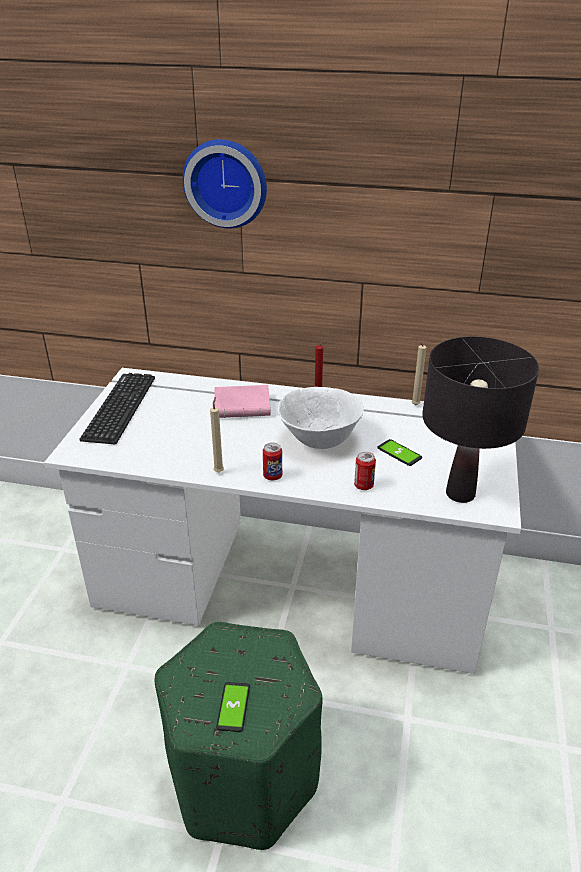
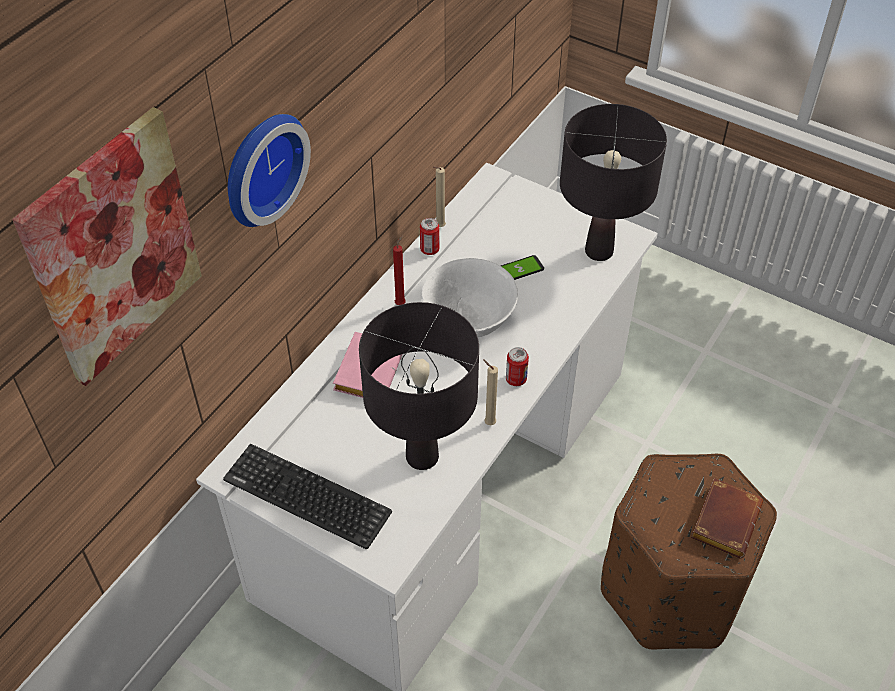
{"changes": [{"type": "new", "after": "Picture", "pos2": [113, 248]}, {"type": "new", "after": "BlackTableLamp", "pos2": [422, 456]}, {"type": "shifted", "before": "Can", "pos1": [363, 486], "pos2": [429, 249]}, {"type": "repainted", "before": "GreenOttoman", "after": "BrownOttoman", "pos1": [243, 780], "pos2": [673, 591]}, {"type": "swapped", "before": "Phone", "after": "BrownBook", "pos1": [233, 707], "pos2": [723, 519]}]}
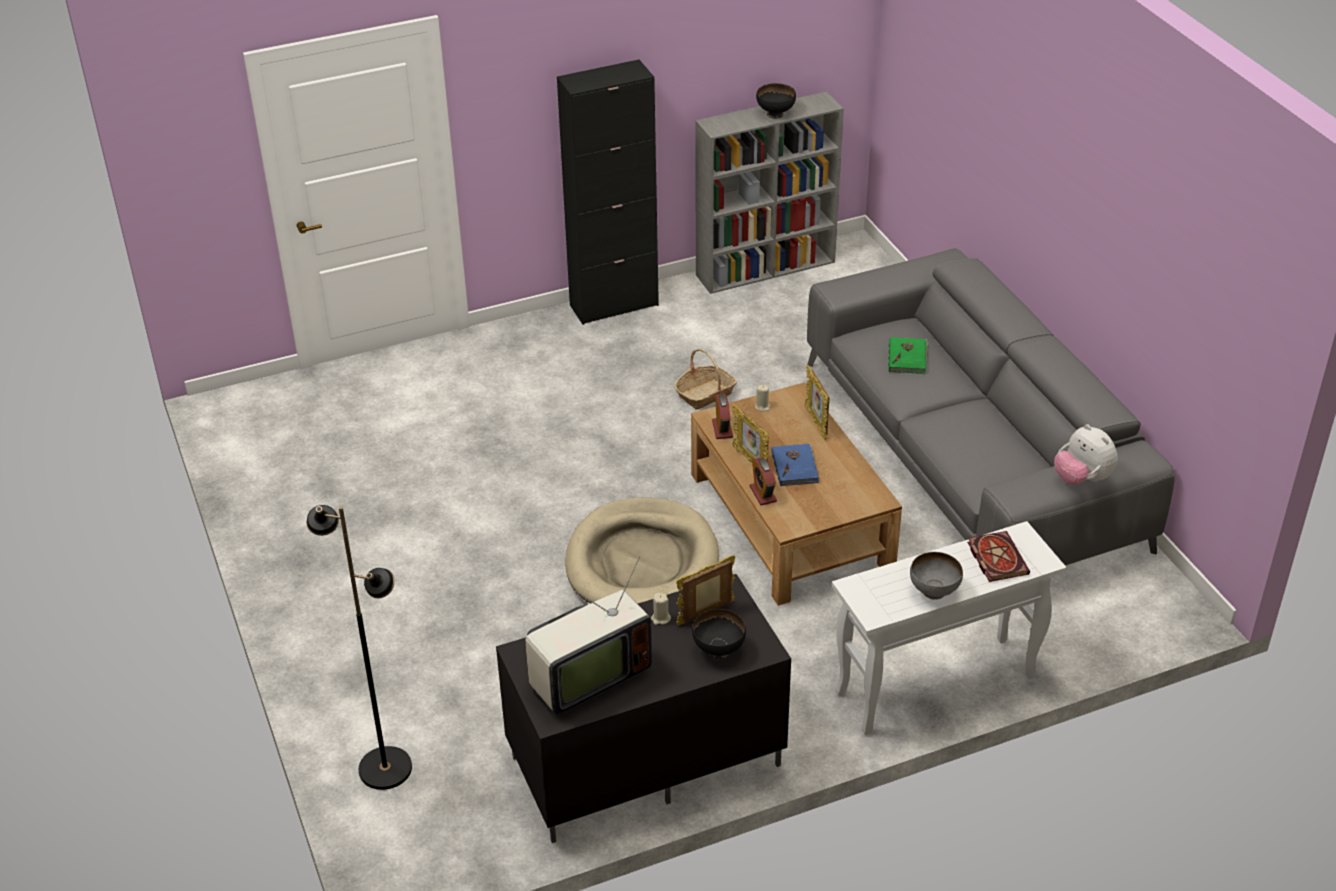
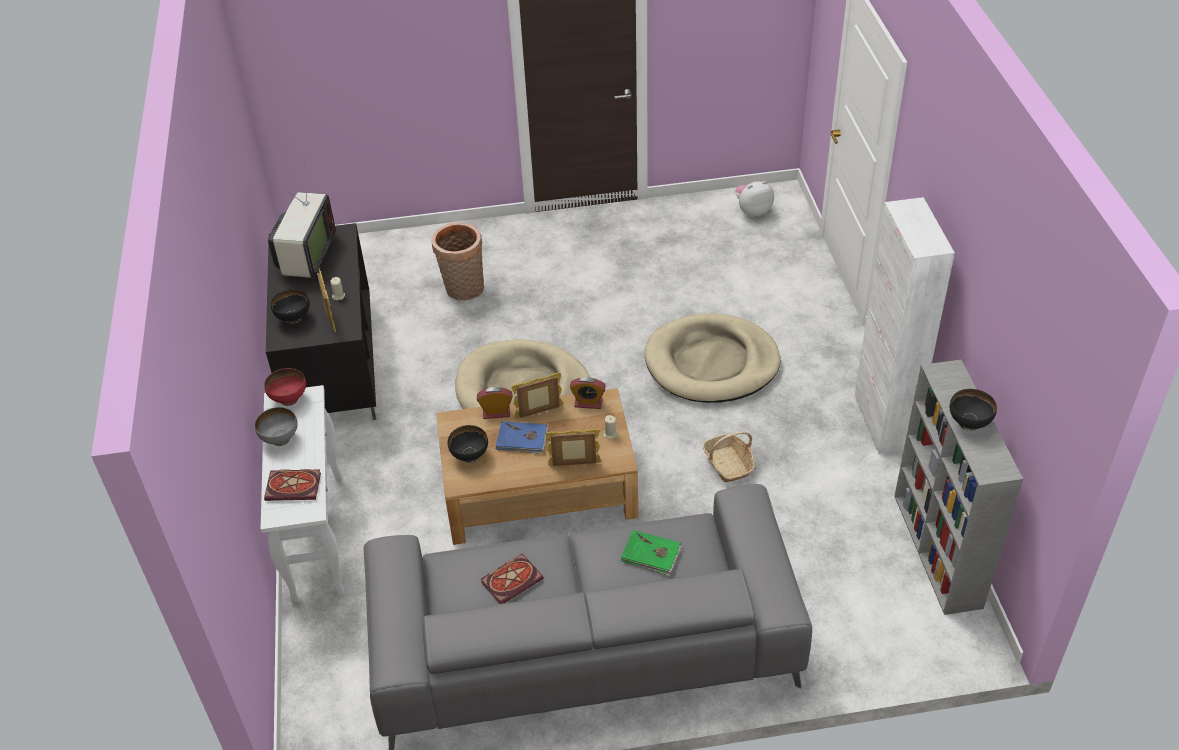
{"changes": [{"type": "new", "after": "RedBowl", "pos2": [289, 399]}, {"type": "rotated", "before": "Television", "pos1": [586, 677], "pos2": [306, 257], "turn": -150}, {"type": "new", "after": "Basket", "pos2": [463, 290]}, {"type": "new", "after": "BlackBowl", "pos2": [469, 456]}, {"type": "new", "after": "Book", "pos2": [512, 579]}, {"type": "new", "after": "BeigeDogBed", "pos2": [711, 363]}, {"type": "shifted", "before": "PlushToy", "pos1": [1082, 479], "pos2": [753, 211]}, {"type": "repainted", "before": "BlackCabinet", "after": "WhiteCabinet", "pos1": [614, 305], "pos2": [883, 422]}, {"type": "gone", "before": "BlackFloorLamp", "pos1": [385, 768]}]}
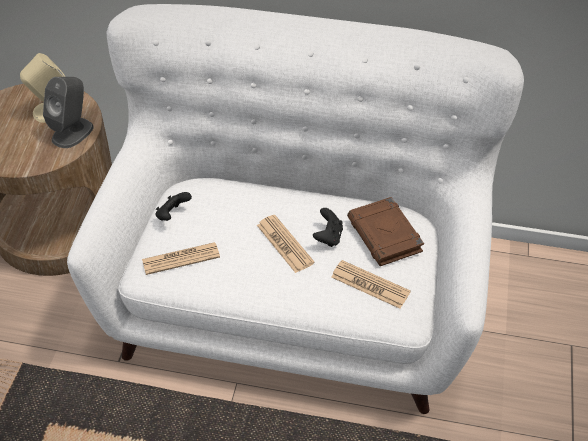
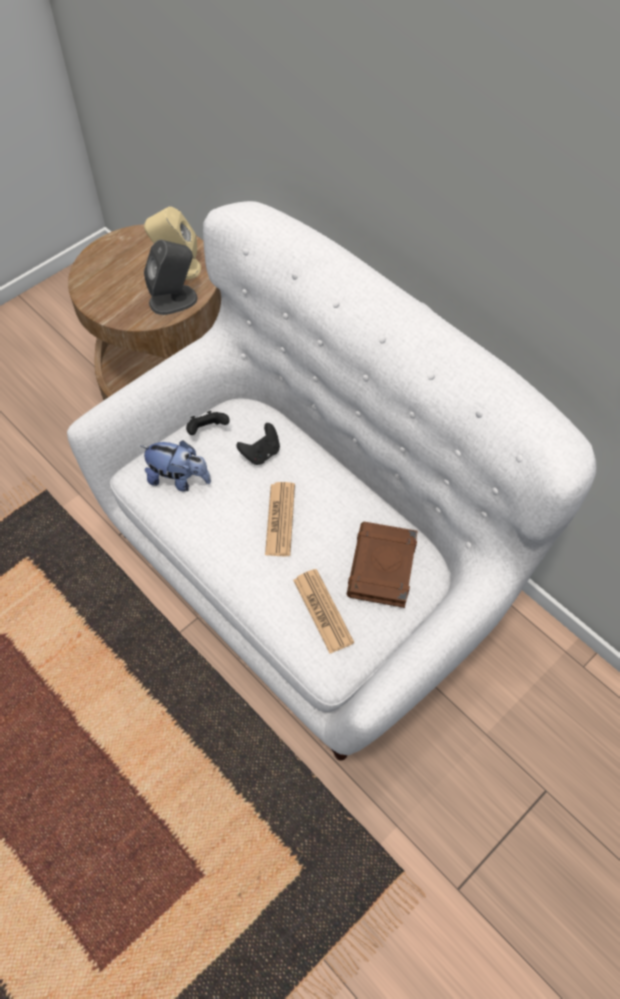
{"changes": [{"type": "swapped", "before": "Newspaper", "after": "PlushToy", "pos1": [181, 259], "pos2": [179, 479]}, {"type": "shifted", "before": "BlackGameController", "pos1": [328, 237], "pos2": [261, 453]}]}
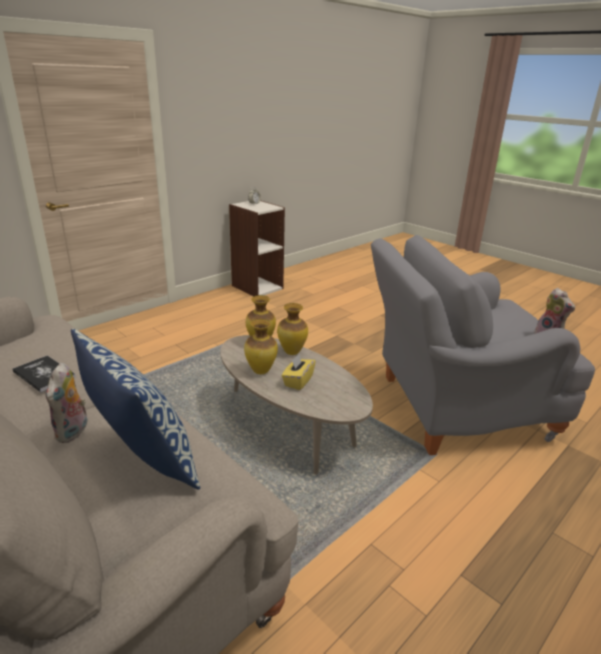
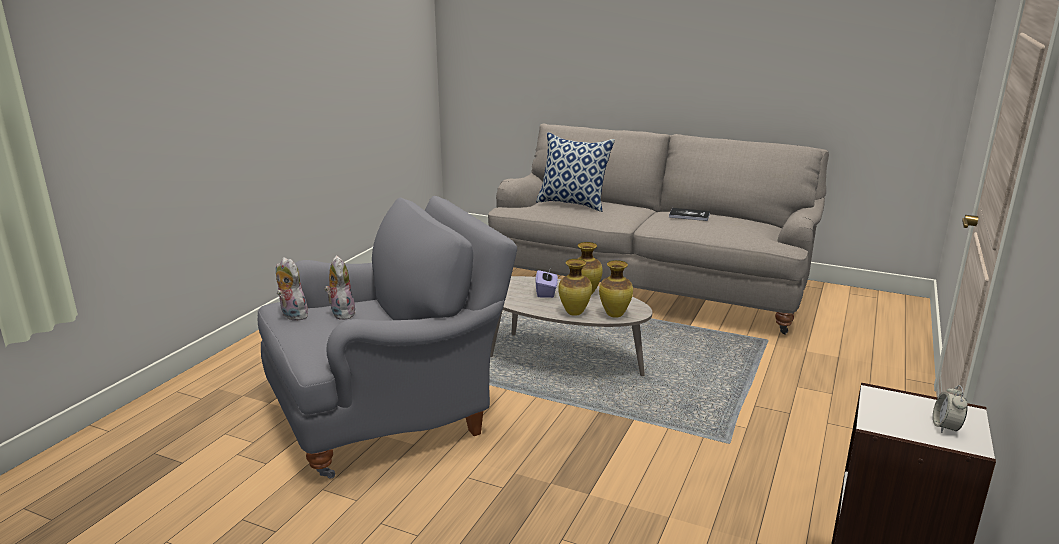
{"changes": [{"type": "shifted", "before": "PlushToy", "pos1": [73, 432], "pos2": [341, 313]}, {"type": "repainted", "before": "YellowTissueBox", "after": "PurpleTissueBox", "pos1": [298, 381], "pos2": [546, 292]}]}
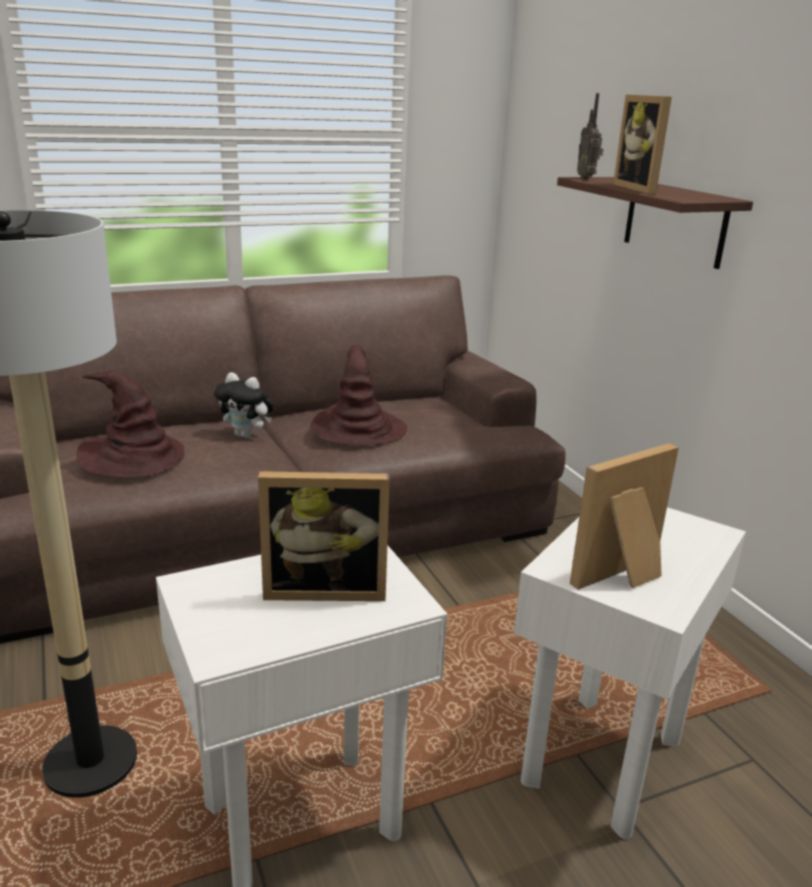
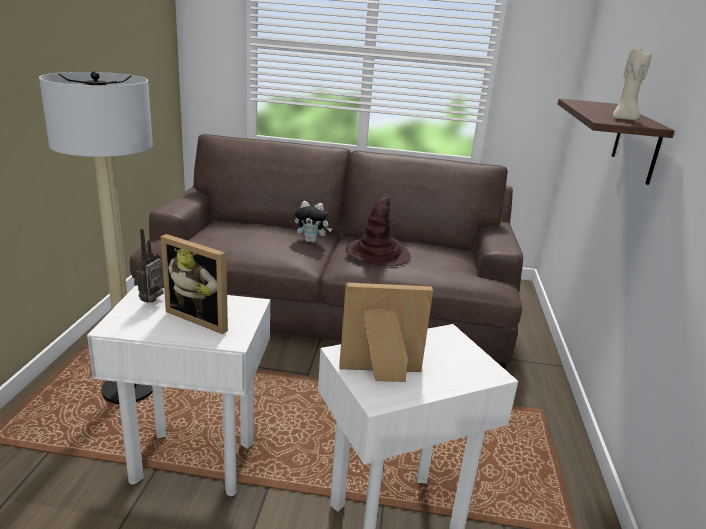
{"changes": [{"type": "shifted", "before": "Radio", "pos1": [587, 178], "pos2": [155, 300]}, {"type": "rotated", "before": "PlushToy", "pos1": [247, 435], "pos2": [312, 241], "turn": -45}, {"type": "new", "after": "BeigeCandle", "pos2": [624, 119]}, {"type": "gone", "before": "BrownHat", "pos1": [133, 458]}, {"type": "gone", "before": "PictureFrame", "pos1": [642, 189]}]}
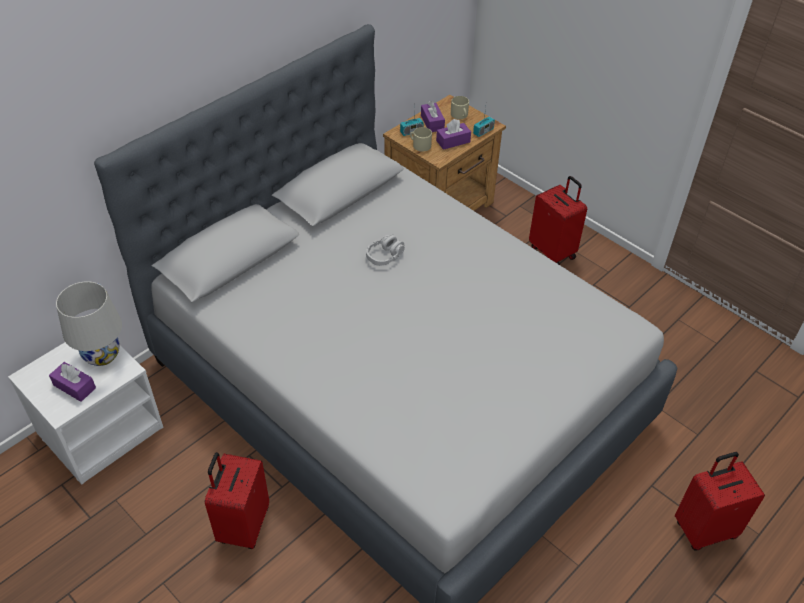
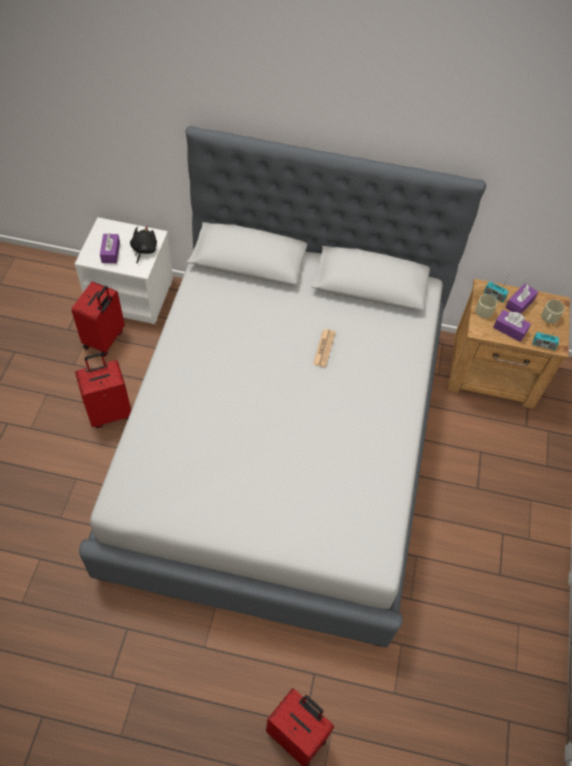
{"changes": [{"type": "shifted", "before": "RedSuitcase", "pos1": [553, 251], "pos2": [105, 339]}, {"type": "swapped", "before": "WhiteTableLamp", "after": "BlackPlushToy", "pos1": [102, 355], "pos2": [143, 250]}, {"type": "swapped", "before": "GreyHeadphones", "after": "Newspaper", "pos1": [385, 256], "pos2": [324, 348]}]}
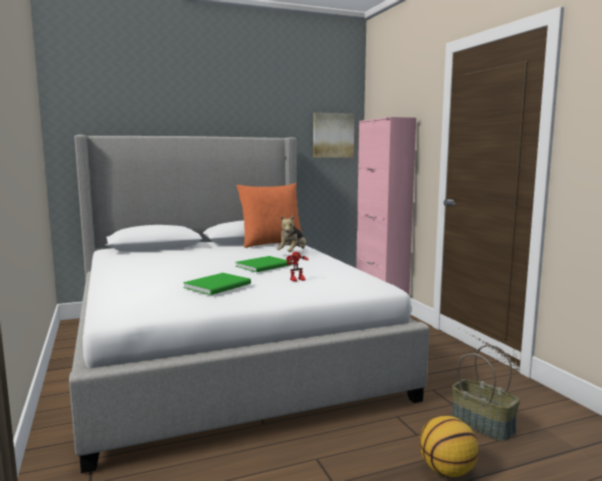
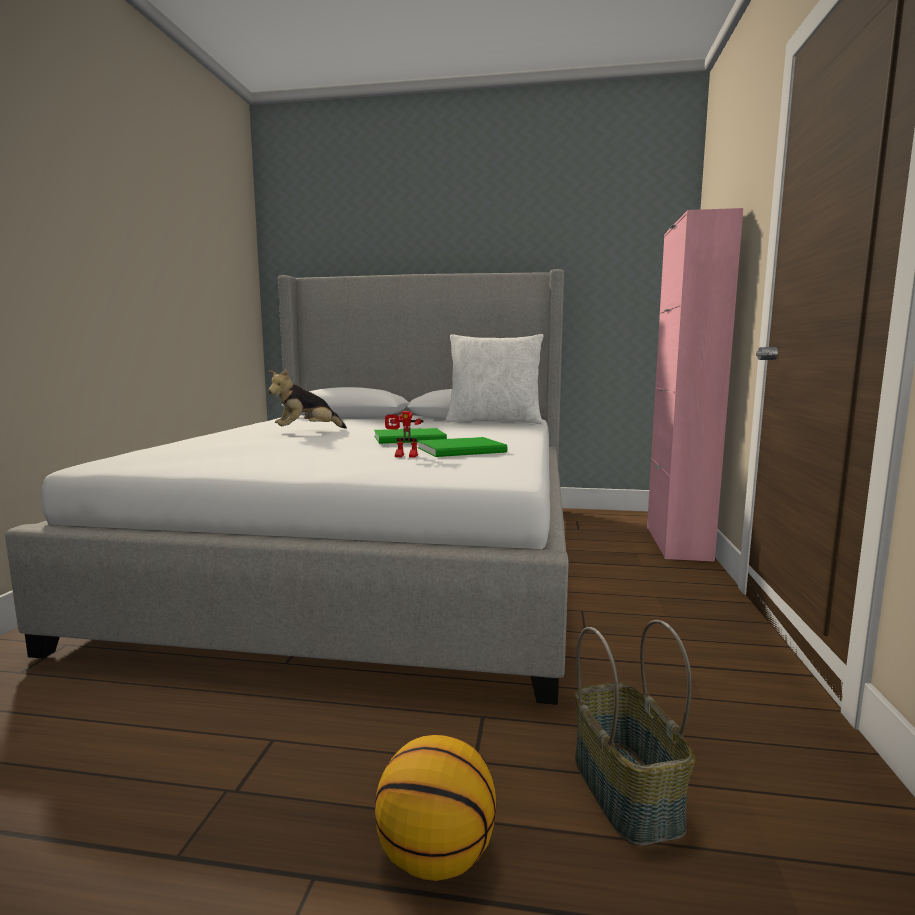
{"changes": [{"type": "shifted", "before": "PlushToy", "pos1": [292, 253], "pos2": [306, 431]}, {"type": "shifted", "before": "GreenBook", "pos1": [219, 285], "pos2": [464, 450]}, {"type": "repainted", "before": "OrangePillow", "after": "WhitePillow", "pos1": [271, 244], "pos2": [494, 422]}, {"type": "gone", "before": "Picture", "pos1": [333, 135]}]}
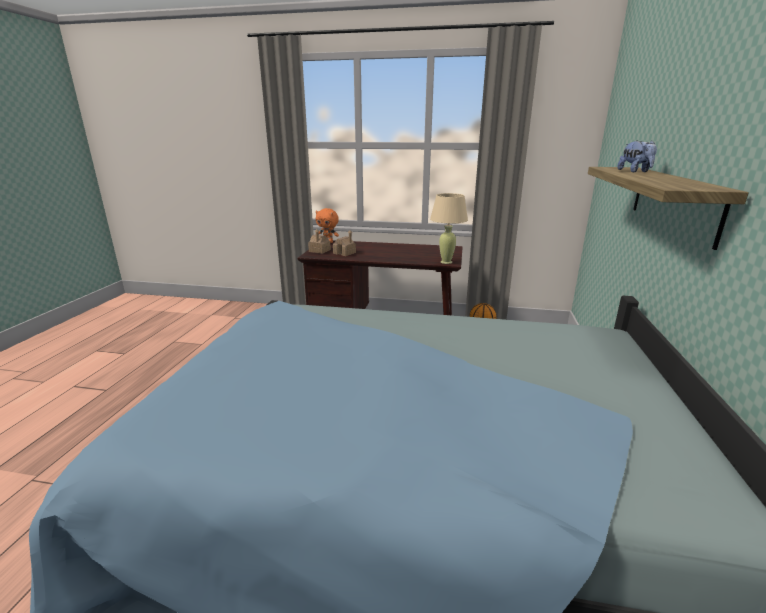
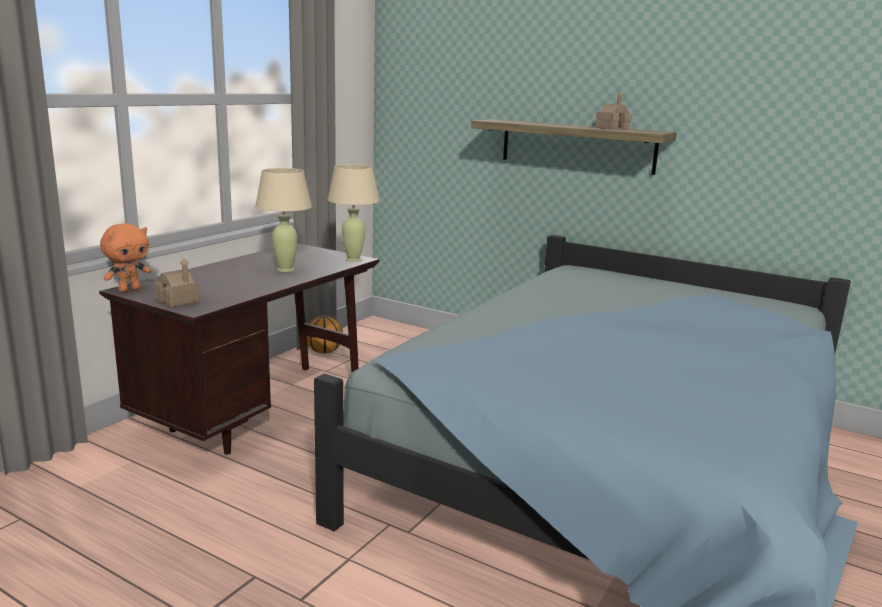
{"changes": [{"type": "new", "after": "BeigeTableLamp", "pos2": [285, 269]}, {"type": "shifted", "before": "ToyHouse", "pos1": [344, 253], "pos2": [612, 128]}, {"type": "gone", "before": "PlushToy", "pos1": [635, 171]}]}
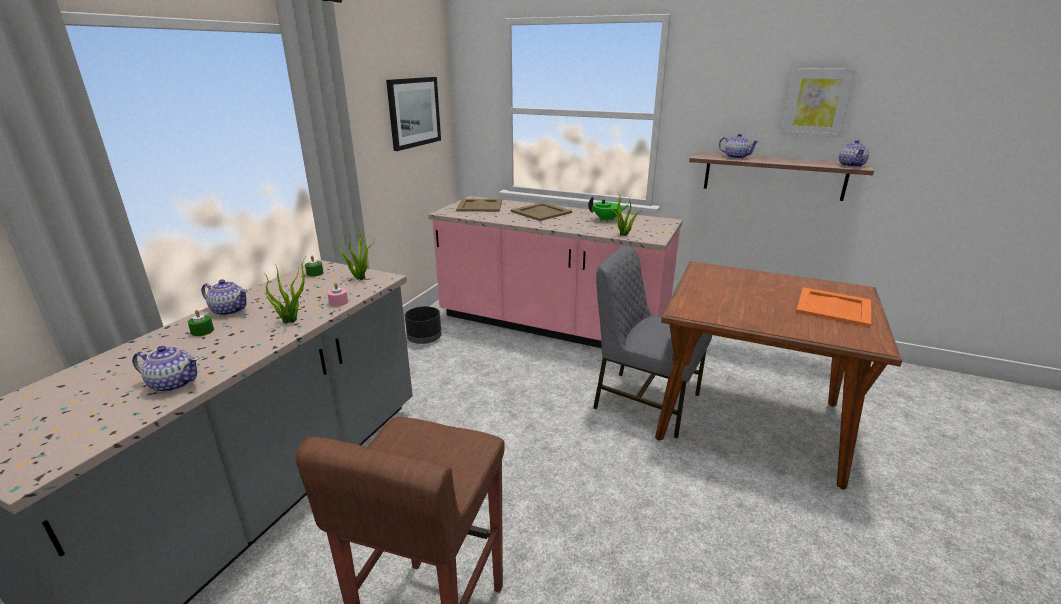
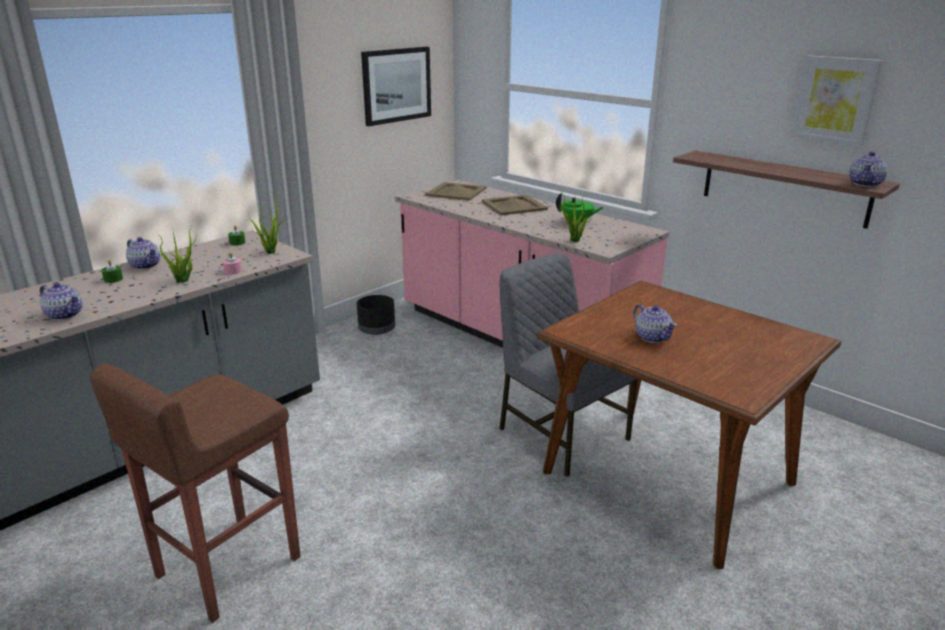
{"changes": [{"type": "shifted", "before": "Teapot", "pos1": [736, 157], "pos2": [652, 337]}, {"type": "gone", "before": "OrangeTray", "pos1": [834, 307]}]}
